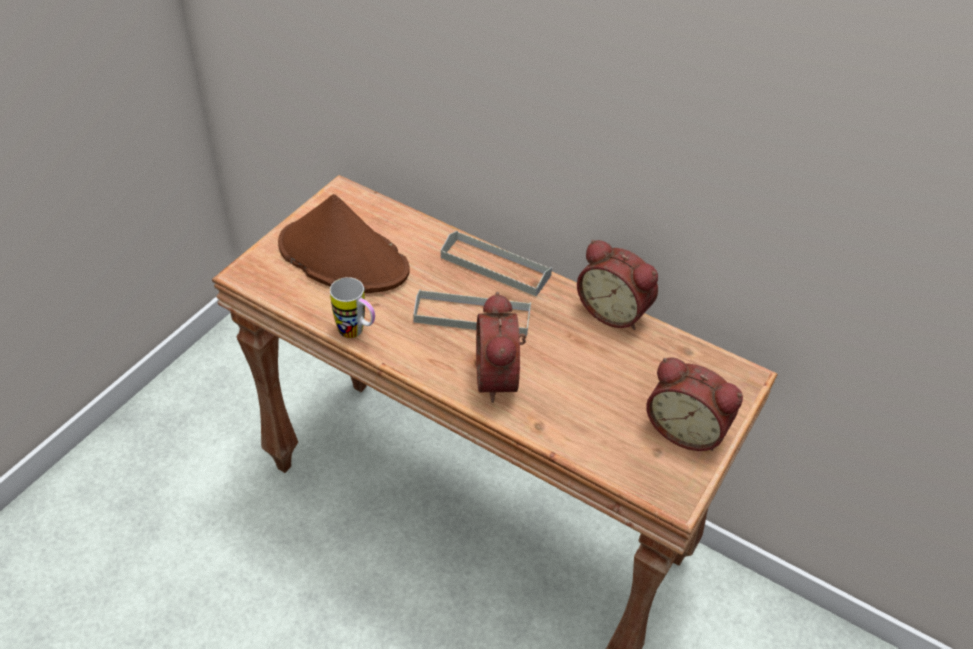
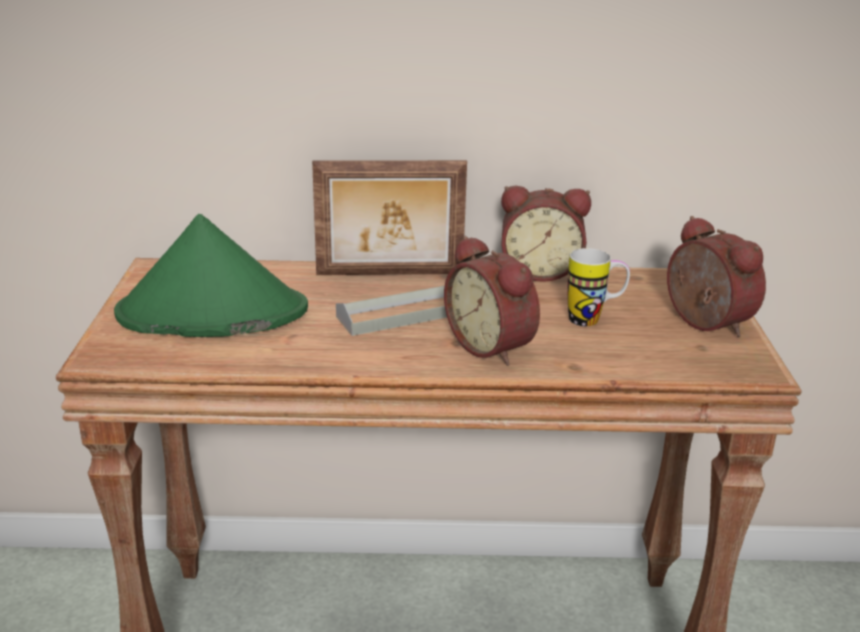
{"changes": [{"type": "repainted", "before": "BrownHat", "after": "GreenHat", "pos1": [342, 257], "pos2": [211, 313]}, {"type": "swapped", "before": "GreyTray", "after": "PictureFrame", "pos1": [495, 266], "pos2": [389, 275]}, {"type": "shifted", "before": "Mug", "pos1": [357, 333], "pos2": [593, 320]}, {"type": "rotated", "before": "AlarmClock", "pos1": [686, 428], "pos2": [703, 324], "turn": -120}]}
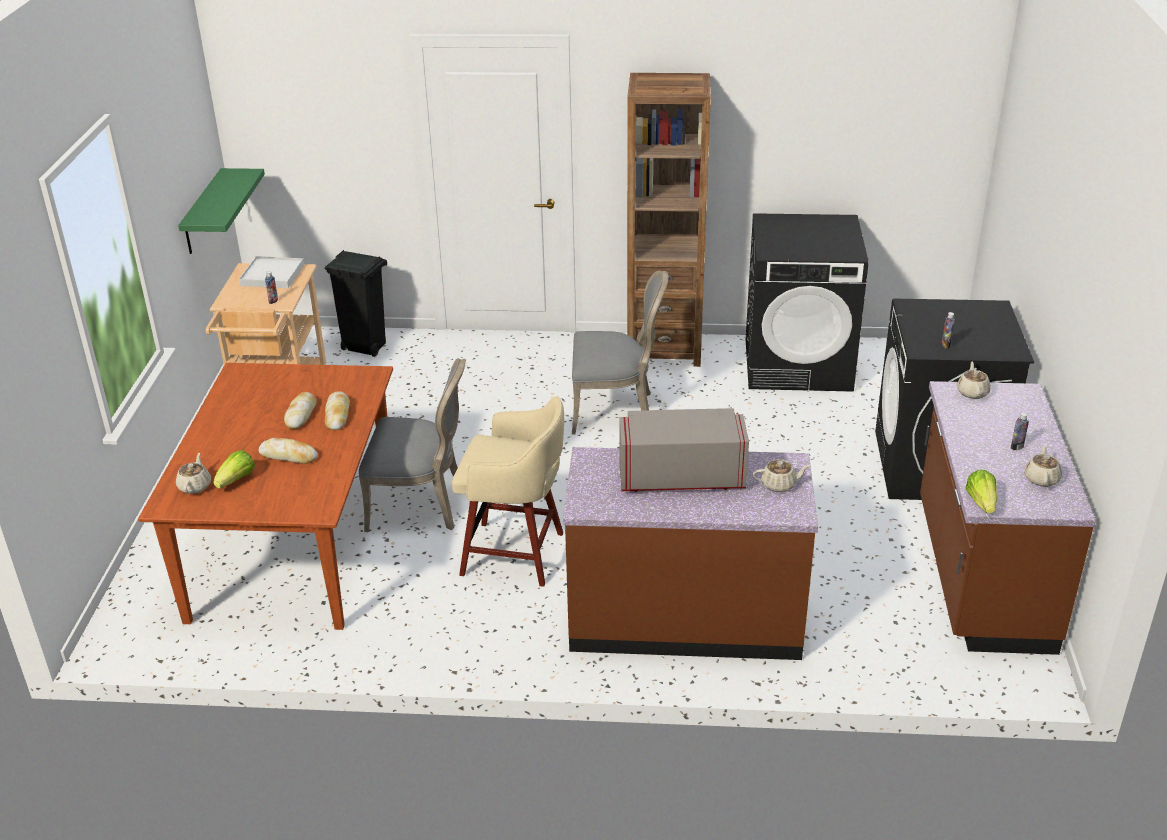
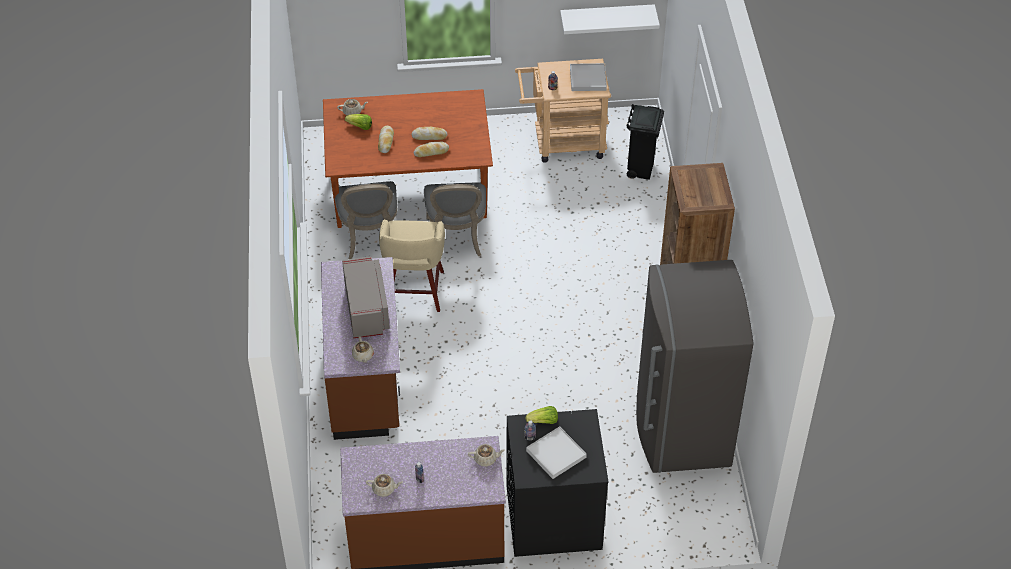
{"changes": [{"type": "shifted", "before": "GreyChair", "pos1": [615, 411], "pos2": [369, 239]}, {"type": "shifted", "before": "Lettuce", "pos1": [981, 502], "pos2": [543, 421]}, {"type": "new", "after": "WhiteTray", "pos2": [556, 454]}, {"type": "repainted", "before": "GreenShelf", "after": "WhiteShelf", "pos1": [203, 212], "pos2": [607, 17]}, {"type": "swapped", "before": "BlackWashingMachine", "after": "GreyFridge", "pos1": [798, 364], "pos2": [681, 430]}]}
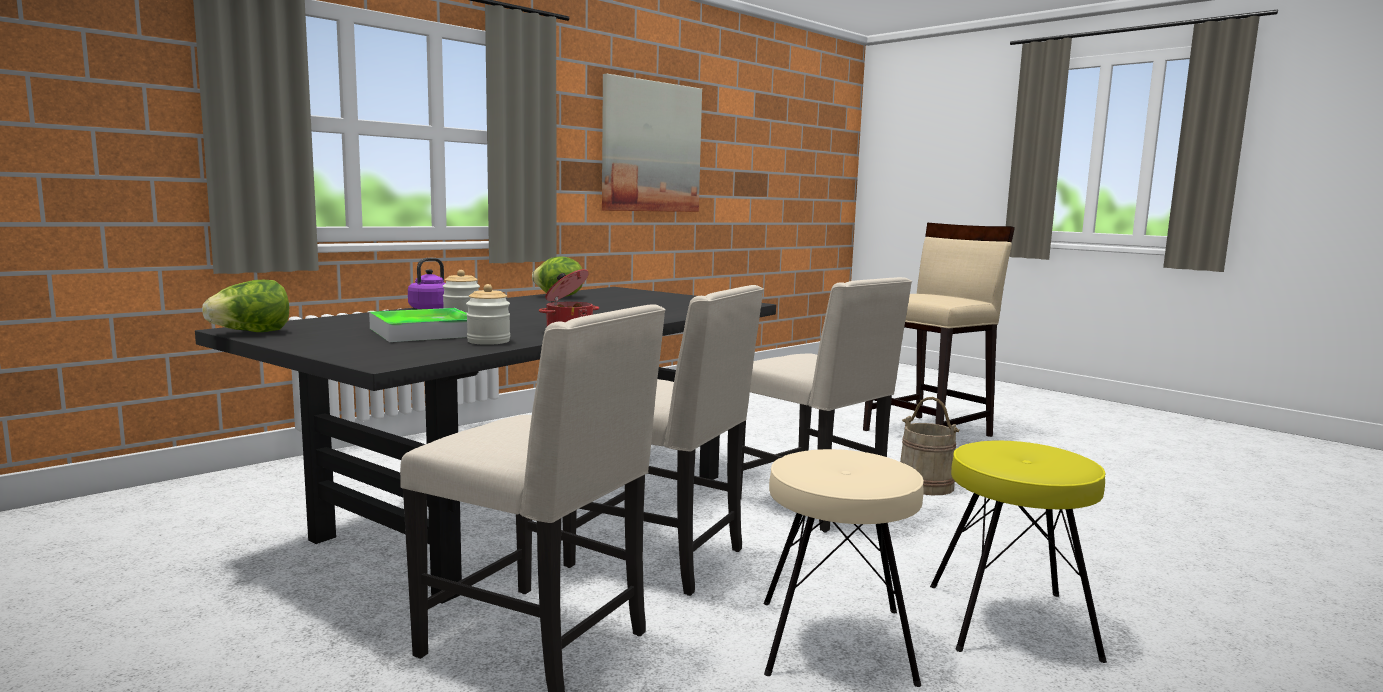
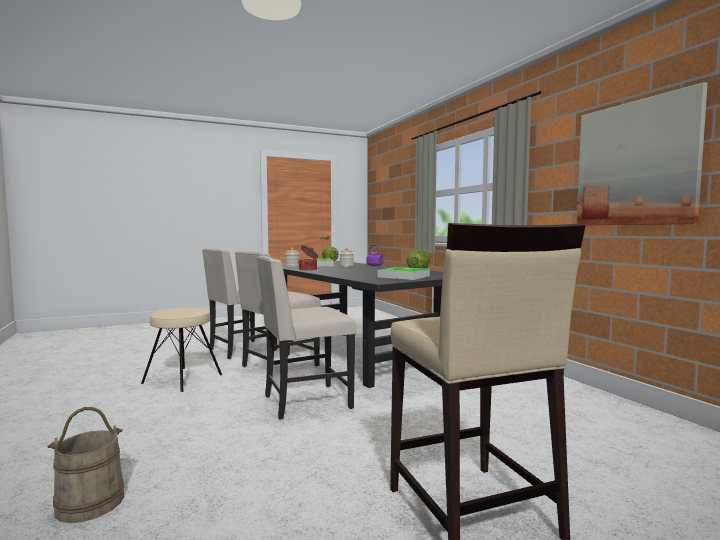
{"changes": [{"type": "shifted", "before": "BeigeBucket", "pos1": [925, 485], "pos2": [90, 503]}, {"type": "new", "after": "Tray", "pos2": [404, 276]}, {"type": "gone", "before": "YellowStool", "pos1": [1010, 621]}]}
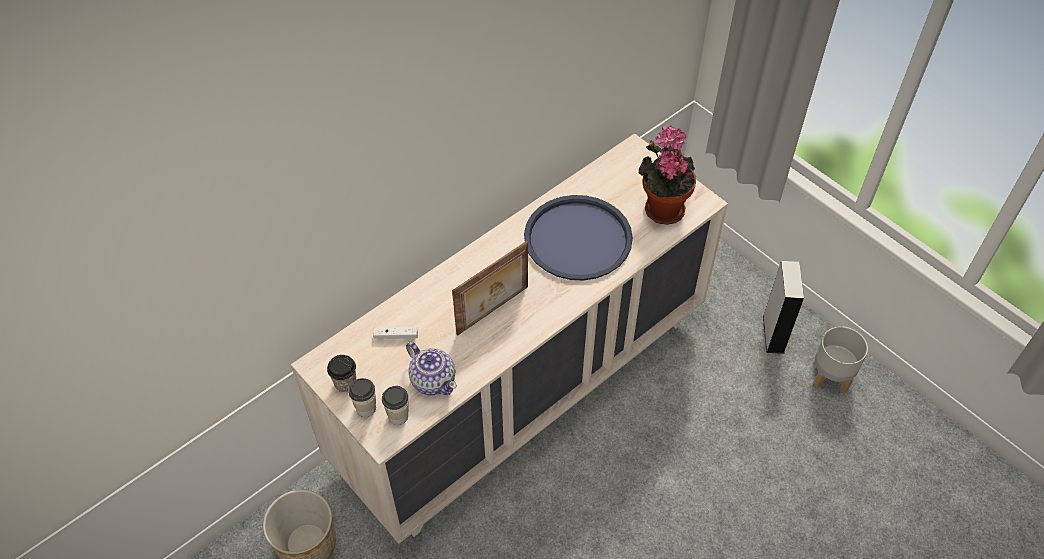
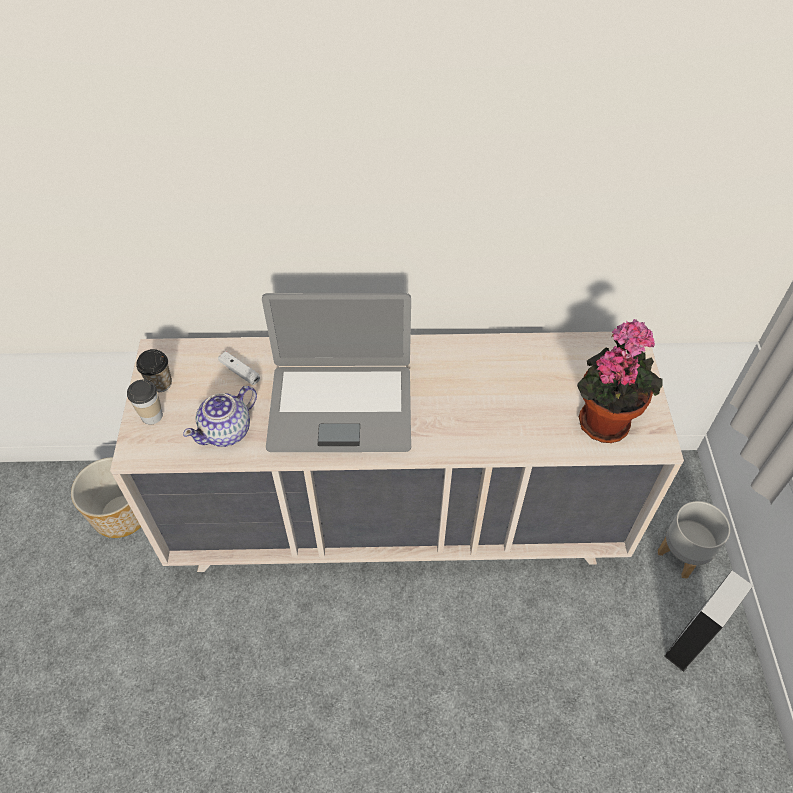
{"changes": [{"type": "rotated", "before": "Teapot", "pos1": [433, 380], "pos2": [227, 431], "turn": 45}, {"type": "swapped", "before": "PictureFrame", "after": "Laptop", "pos1": [493, 311], "pos2": [341, 407]}, {"type": "shifted", "before": "GreyPlanter", "pos1": [831, 377], "pos2": [683, 556]}, {"type": "gone", "before": "Cup", "pos1": [398, 416]}, {"type": "gone", "before": "BlueTray", "pos1": [578, 239]}]}
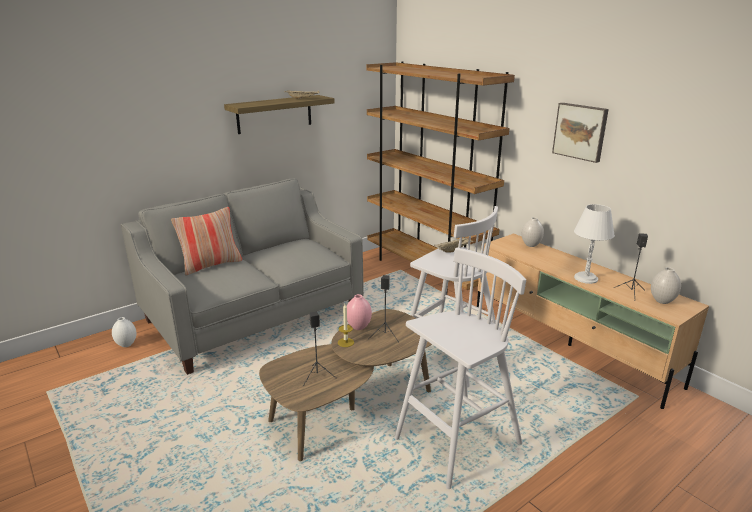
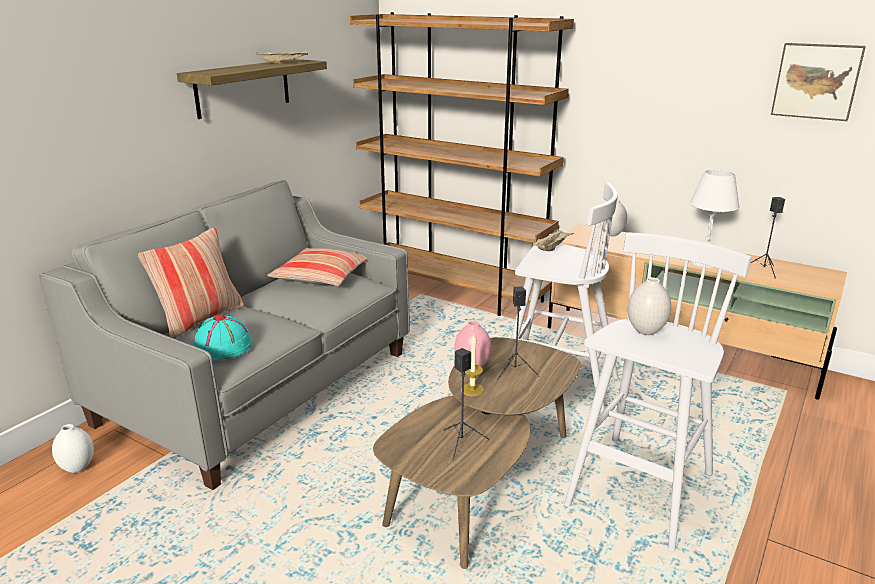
{"changes": [{"type": "new", "after": "TurquoiseHat", "pos2": [224, 347]}, {"type": "new", "after": "Pillow", "pos2": [321, 277]}, {"type": "shifted", "before": "WhiteVase", "pos1": [662, 301], "pos2": [646, 331]}, {"type": "shifted", "before": "Picture", "pos1": [580, 131], "pos2": [816, 81]}]}
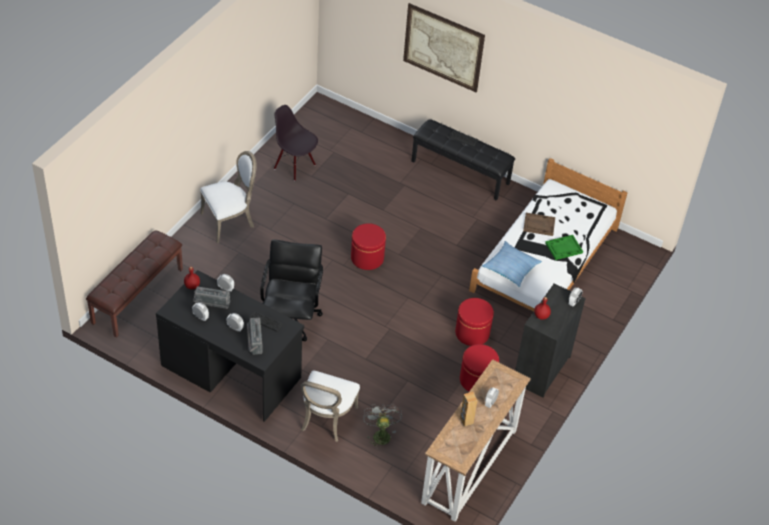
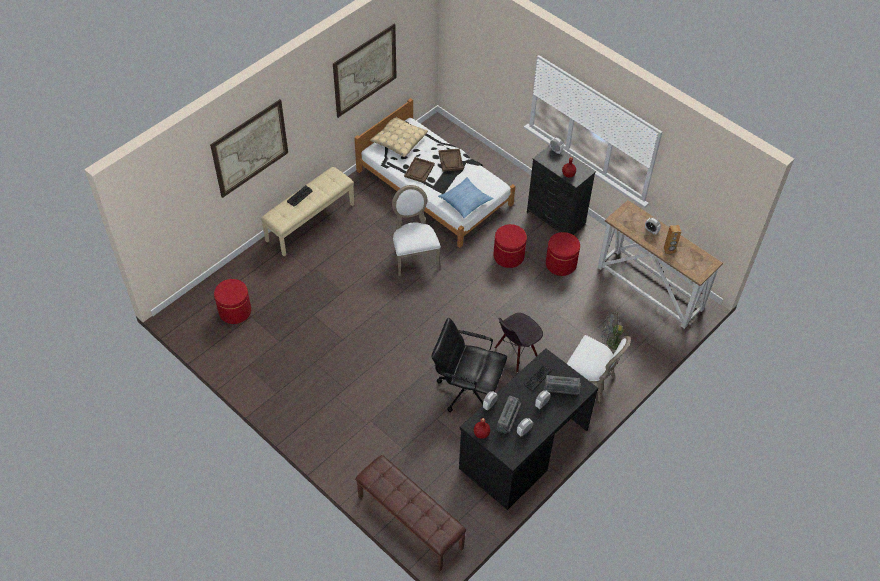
{"changes": [{"type": "shifted", "before": "RedOttoman", "pos1": [367, 258], "pos2": [235, 311]}, {"type": "repainted", "before": "BlackBench", "after": "BeigeBench", "pos1": [461, 172], "pos2": [310, 222]}, {"type": "new", "after": "Picture", "pos2": [365, 70]}, {"type": "new", "after": "BeigePillow", "pos2": [398, 141]}, {"type": "shifted", "before": "WhiteChair", "pos1": [230, 221], "pos2": [414, 255]}, {"type": "repainted", "before": "GreenTray", "after": "BrownTray", "pos1": [563, 248], "pos2": [451, 161]}, {"type": "shifted", "before": "BlackChair", "pos1": [295, 166], "pos2": [516, 353]}]}
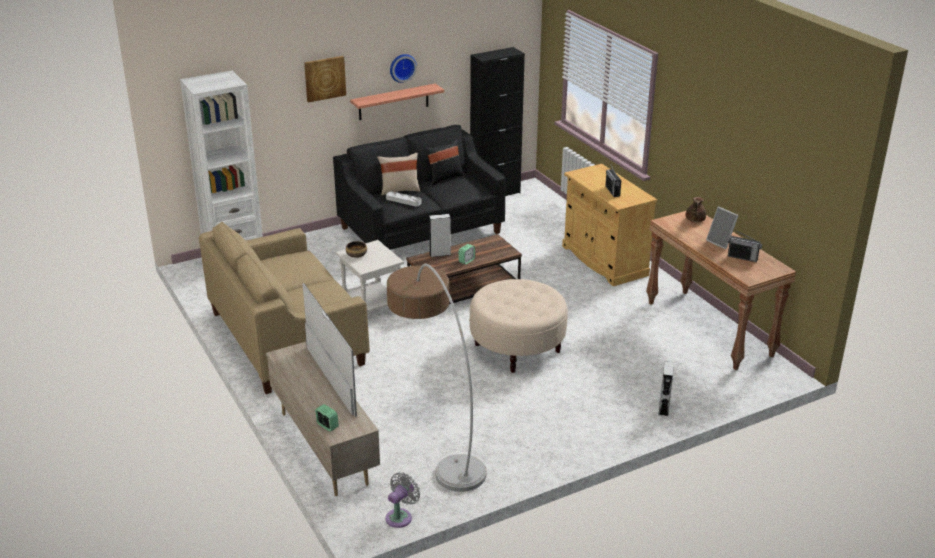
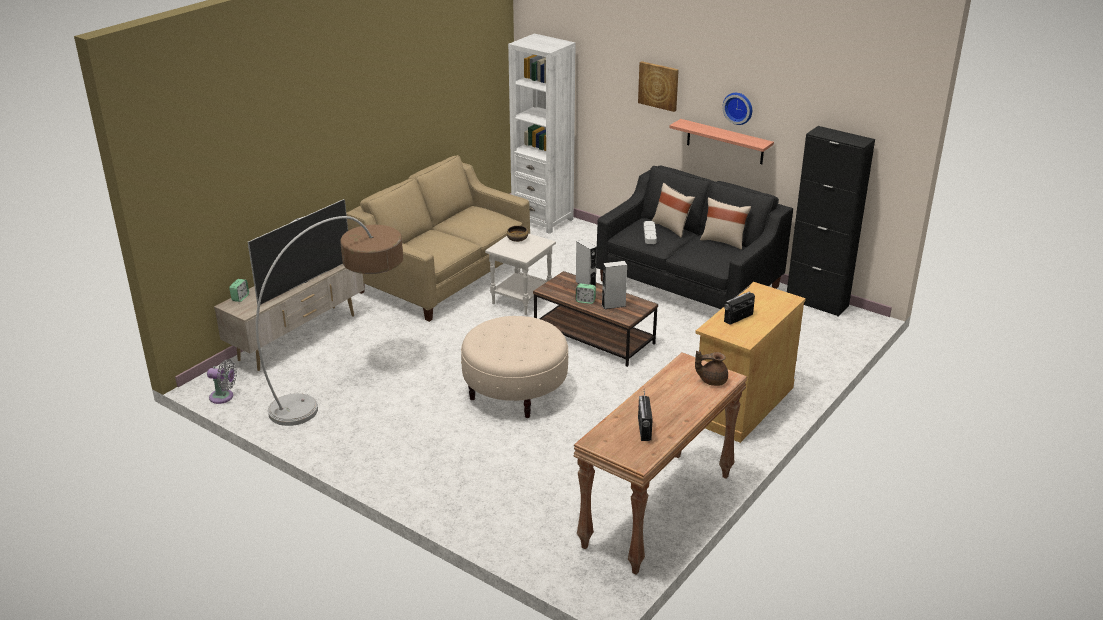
{"changes": [{"type": "shifted", "before": "GreySpeaker", "pos1": [663, 408], "pos2": [613, 305]}, {"type": "repainted", "before": "BlackPillow", "after": "BeigePillow", "pos1": [444, 178], "pos2": [723, 241]}, {"type": "gone", "before": "PictureFrame", "pos1": [721, 242]}]}
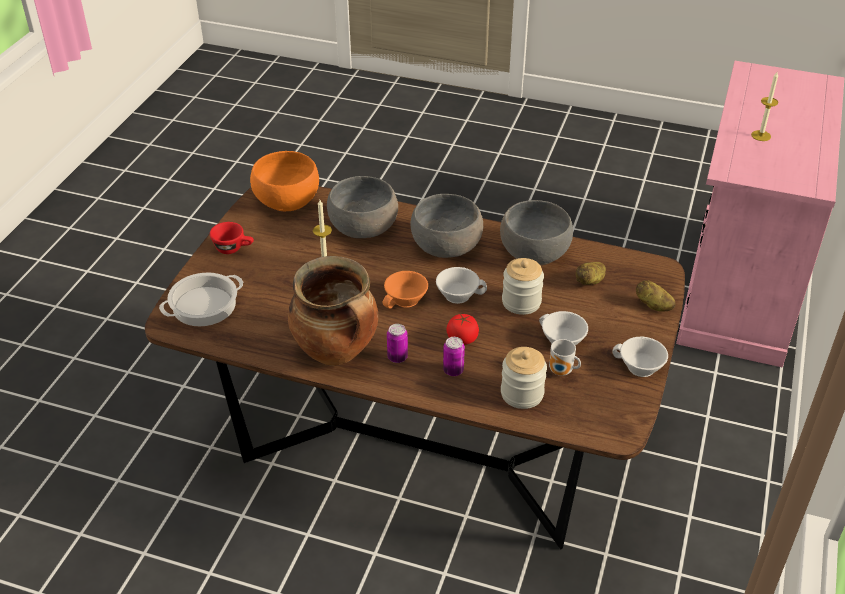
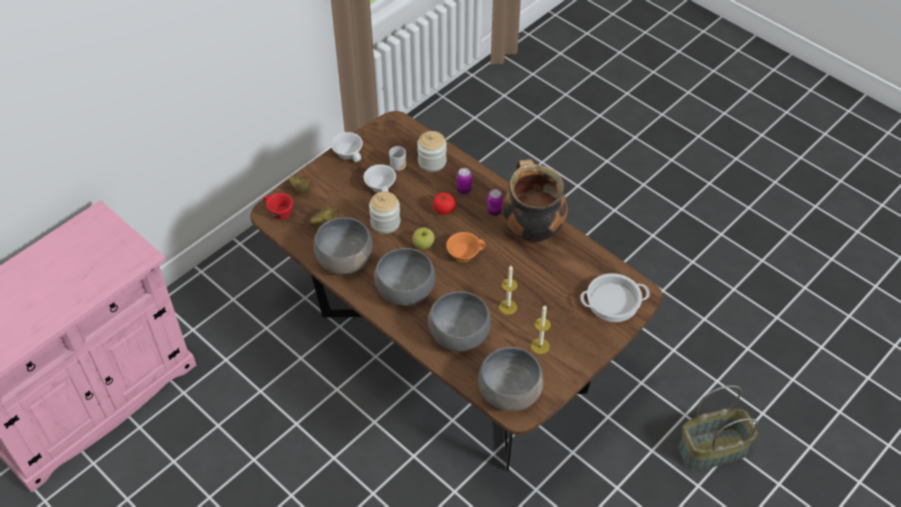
{"changes": [{"type": "shifted", "before": "RedCup", "pos1": [234, 248], "pos2": [278, 212]}, {"type": "swapped", "before": "WhiteCup", "after": "Apple", "pos1": [458, 294], "pos2": [423, 245]}, {"type": "repainted", "before": "OrangeBowl", "after": "GreyBowl", "pos1": [286, 201], "pos2": [510, 392]}, {"type": "shifted", "before": "Candle", "pos1": [761, 135], "pos2": [540, 346]}, {"type": "new", "after": "Basket", "pos2": [712, 451]}]}
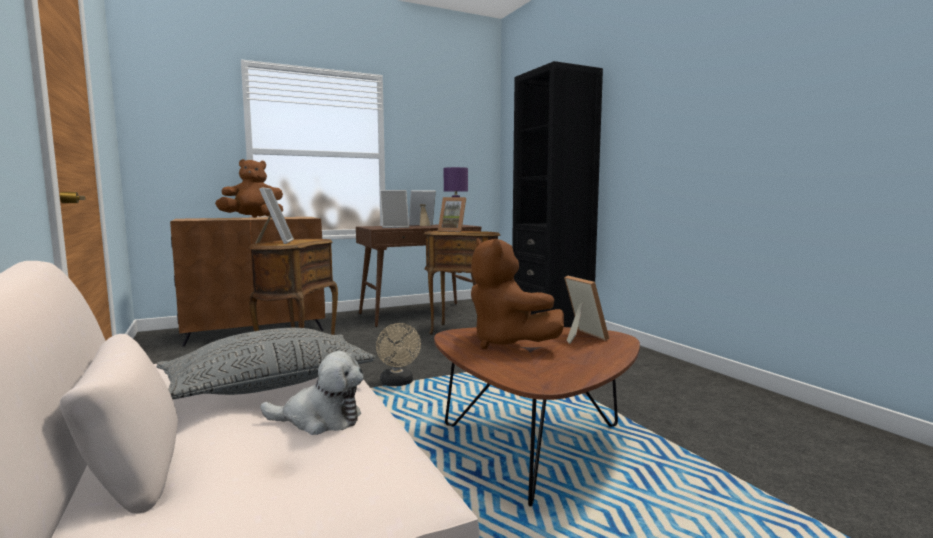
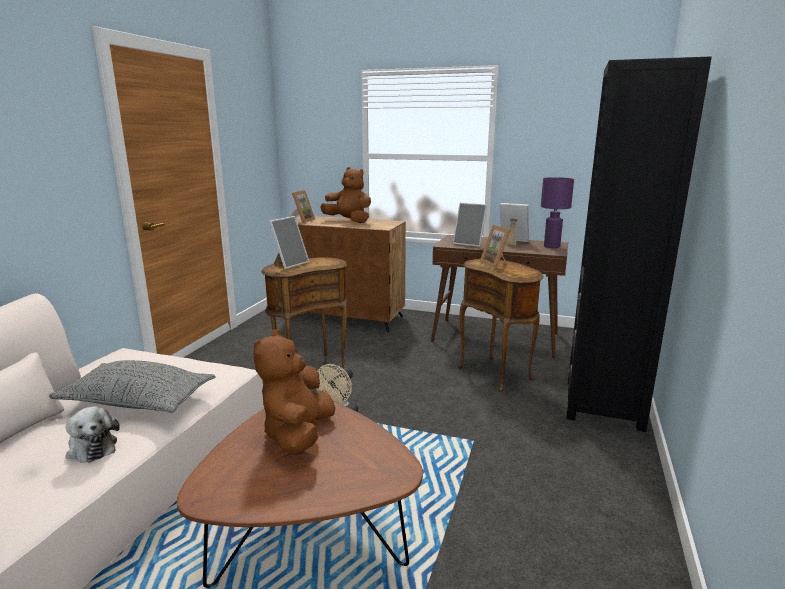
{"changes": [{"type": "shifted", "before": "PictureFrame", "pos1": [580, 336], "pos2": [301, 221]}]}
